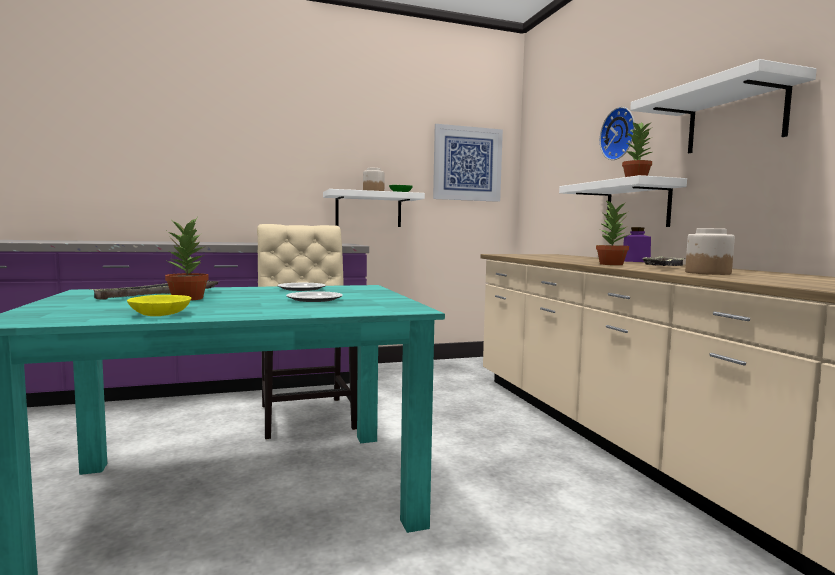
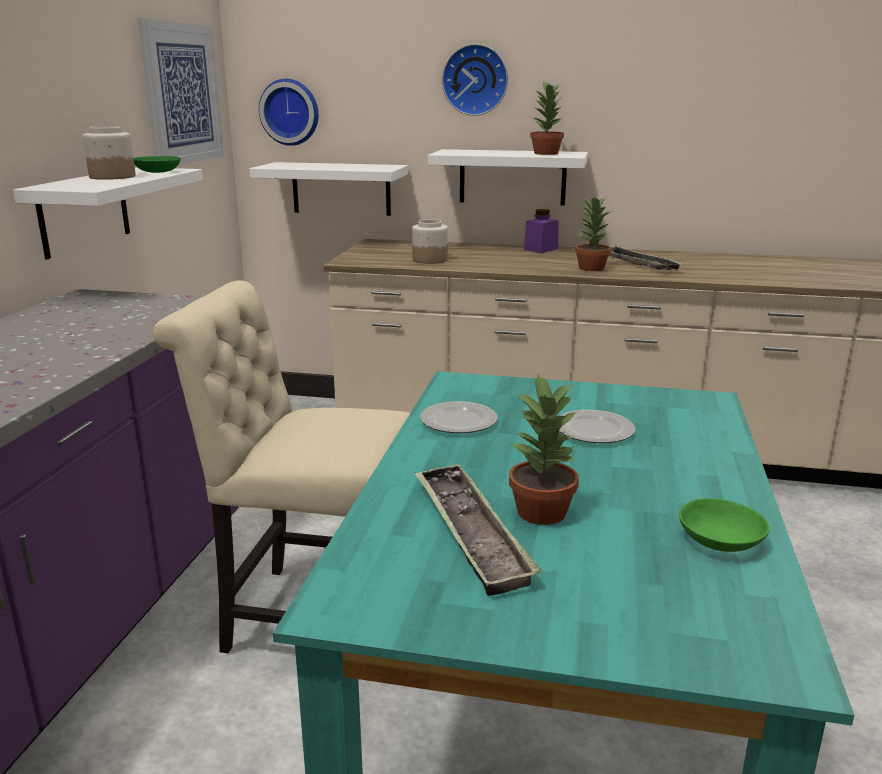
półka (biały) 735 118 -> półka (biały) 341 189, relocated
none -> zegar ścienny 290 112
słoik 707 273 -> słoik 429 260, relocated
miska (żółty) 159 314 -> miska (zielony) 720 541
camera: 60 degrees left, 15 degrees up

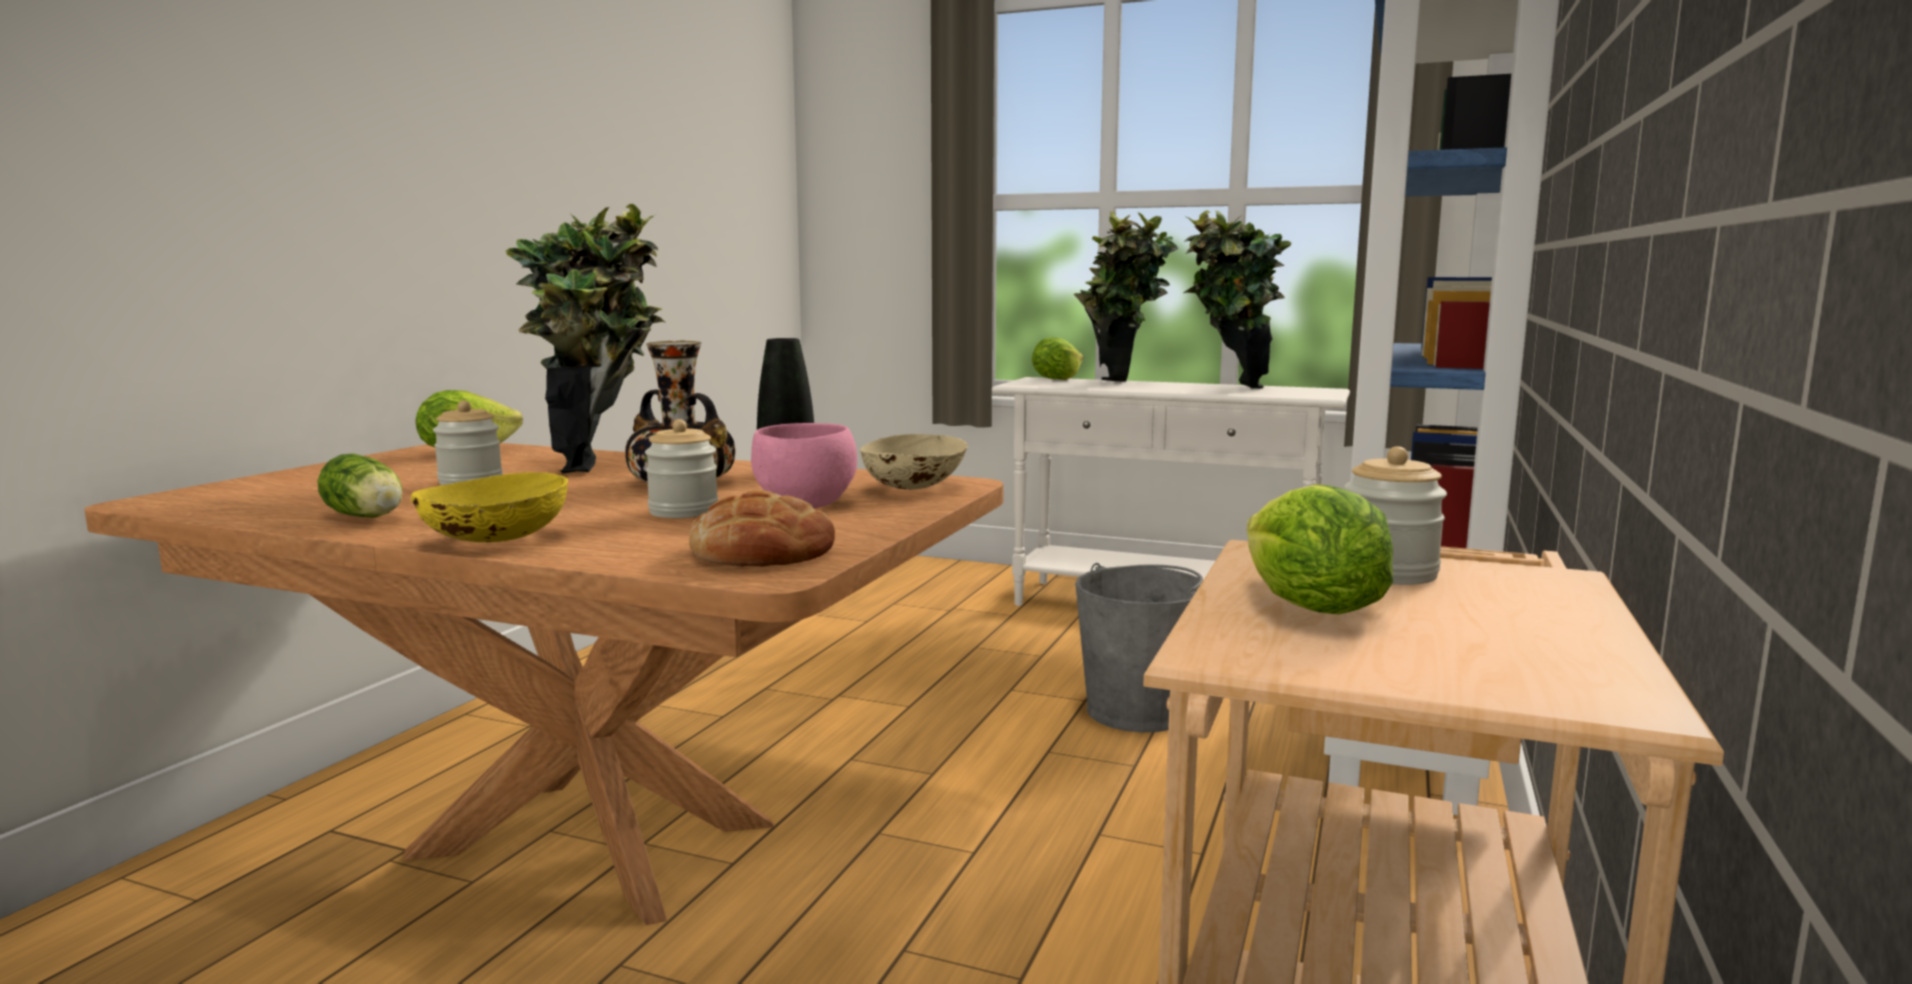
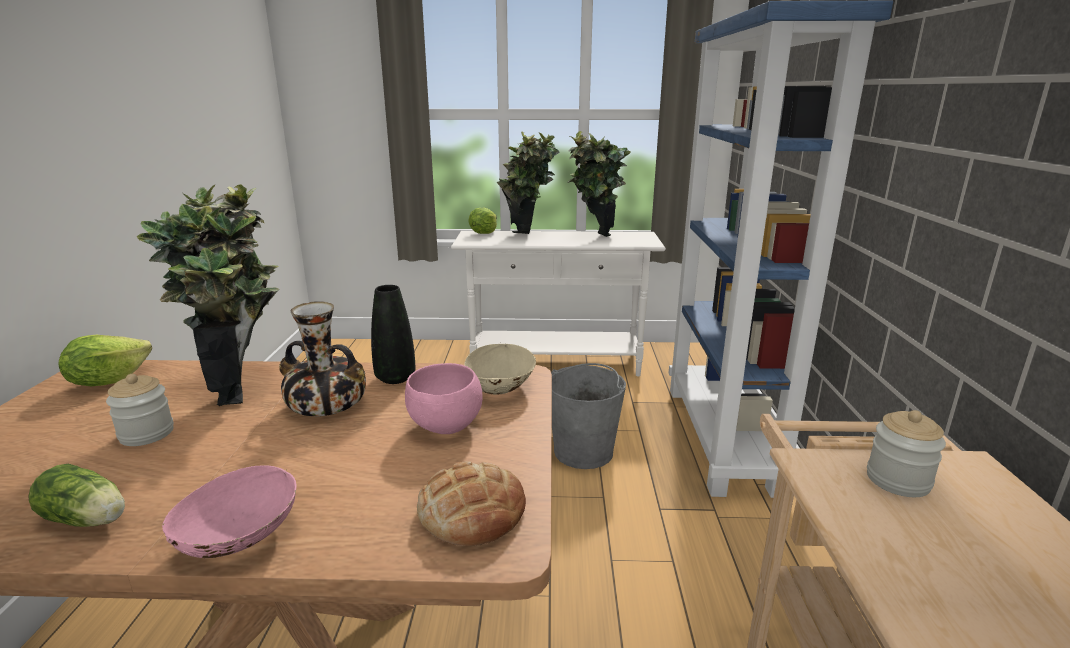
miska (żółty) 496 541 -> miska (różowy) 240 540
słoik 683 511 -> none
sałata 1308 608 -> none
camera: 20 degrees left, 10 degrees up

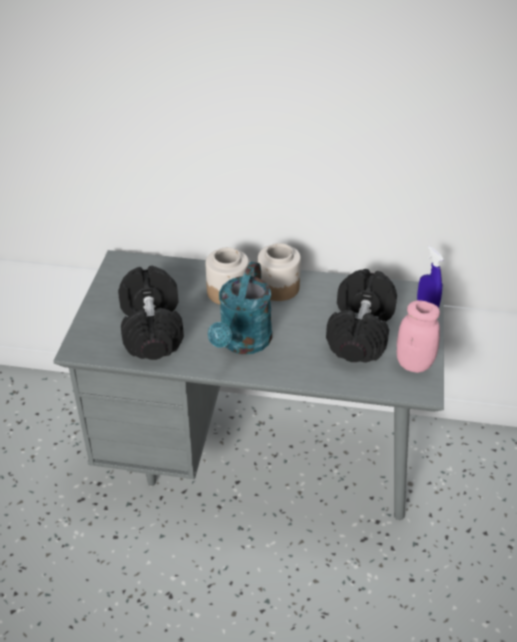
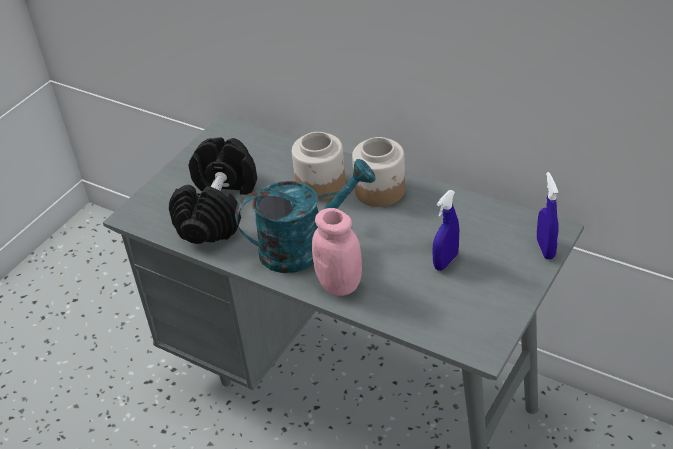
konewka (turkusowy) 243 343 -> konewka (turkusowy) 304 246, 150 degrees counterclockwise
słoik (różowy) 414 364 -> słoik (różowy) 339 284, relocated
hantel (czarny) 360 331 -> spryskiwacz (niebieski) 445 261
camera: 25 degrees right, 0 degrees up

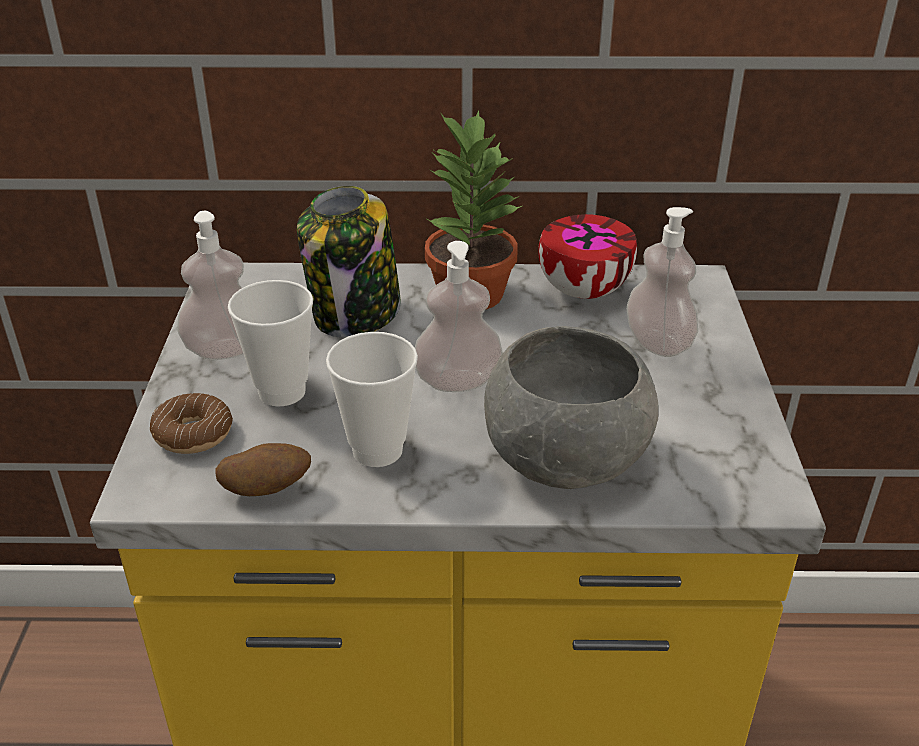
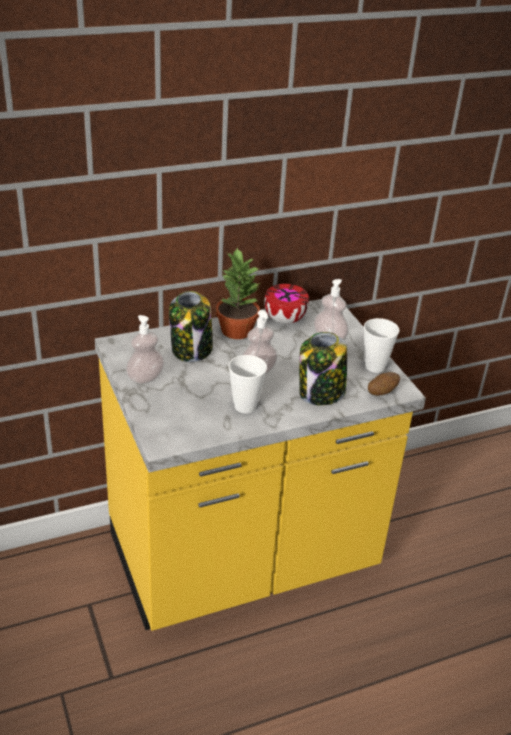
miska (szary) 565 459 -> słoik 321 393
filiżanka 282 392 -> filiżanka 375 366, relocated
ziemniak 267 490 -> ziemniak 381 392, relocated
donut 193 434 -> none
camera: 25 degrees left, 0 degrees up

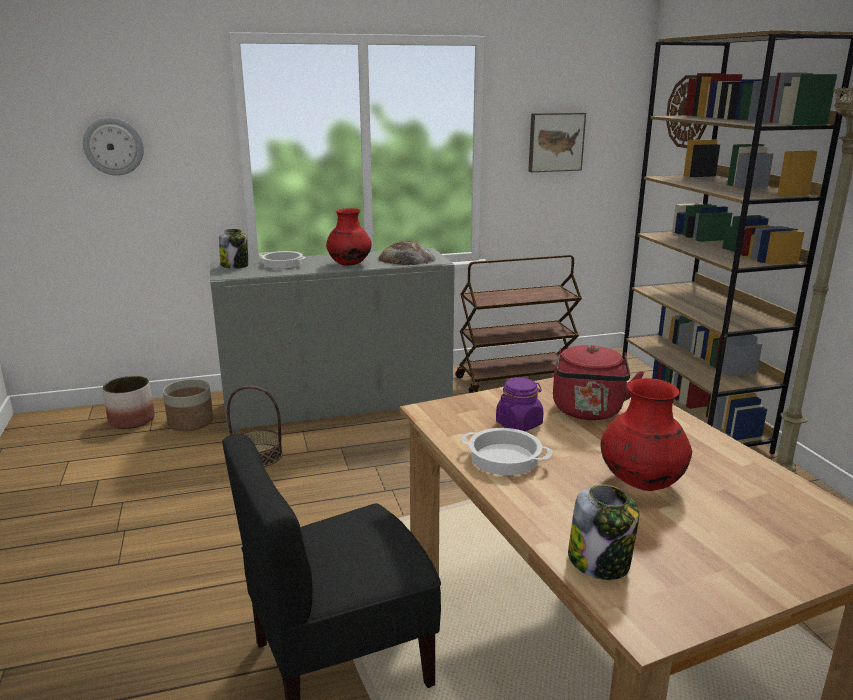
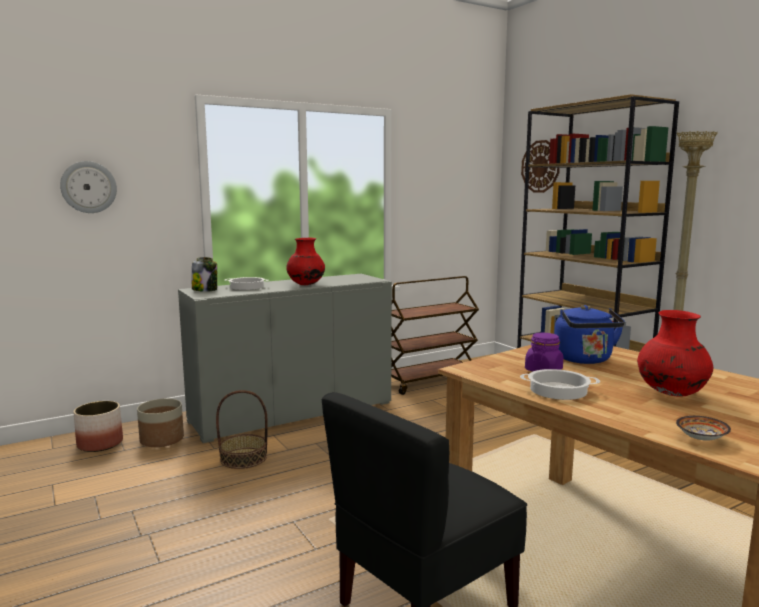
czajnik (czerwony) 588 412 -> czajnik (niebieski) 584 360
słoik 600 562 -> miska 701 439
chleb 406 259 -> none
obraz 555 142 -> none
camera: 15 degrees left, 10 degrees down

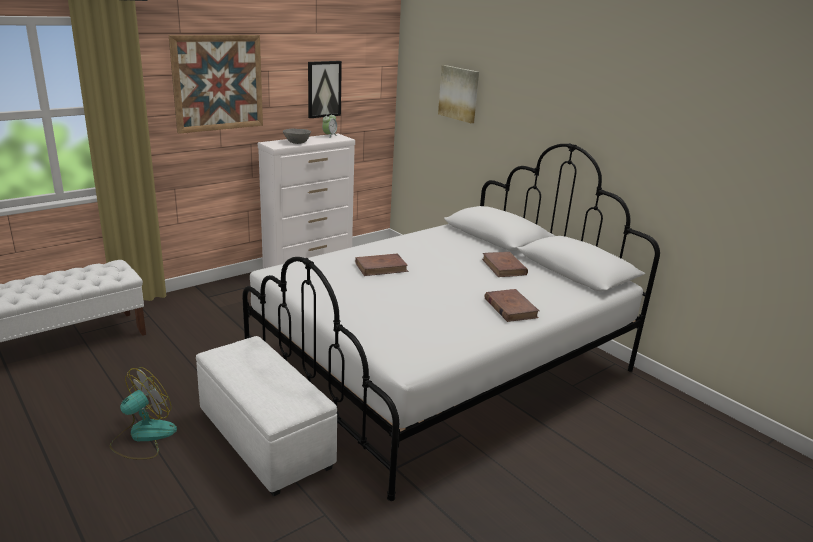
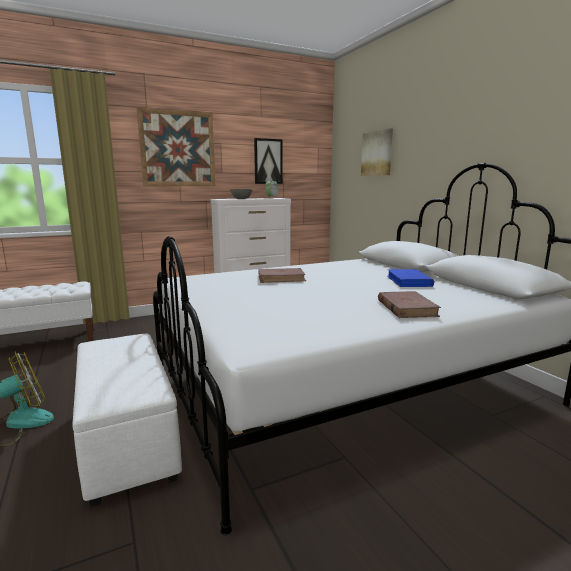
książka (brązowy) 504 267 -> książka (niebieski) 409 281
camera: 15 degrees right, 10 degrees down

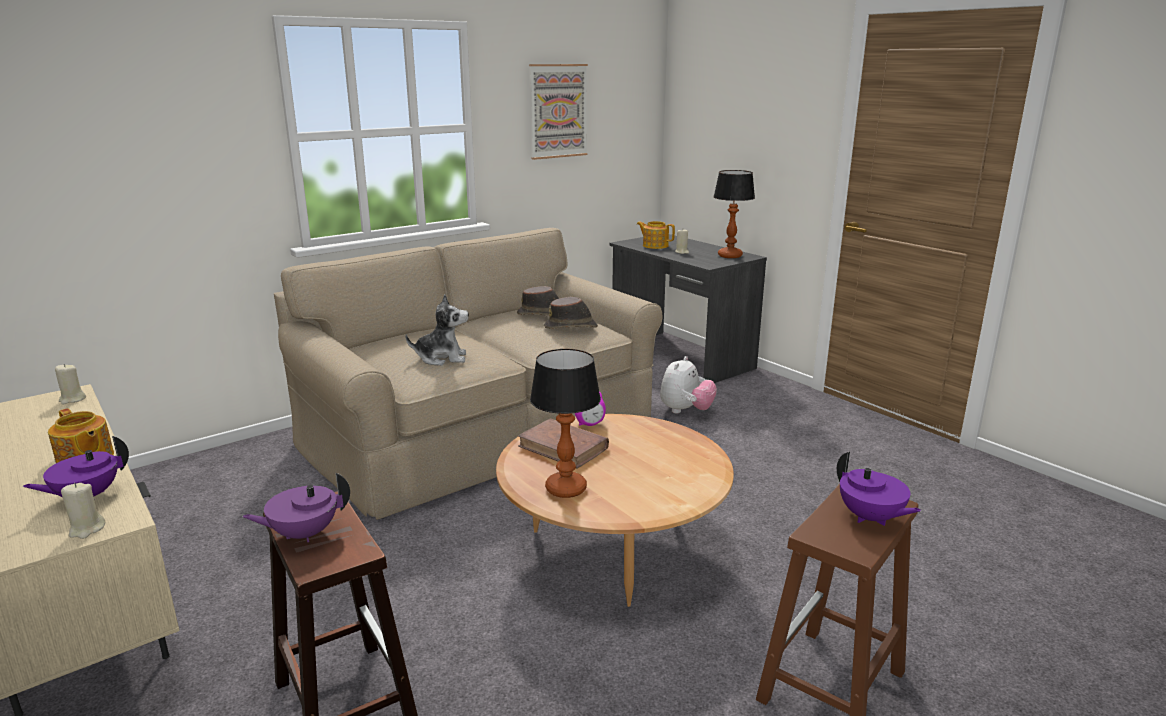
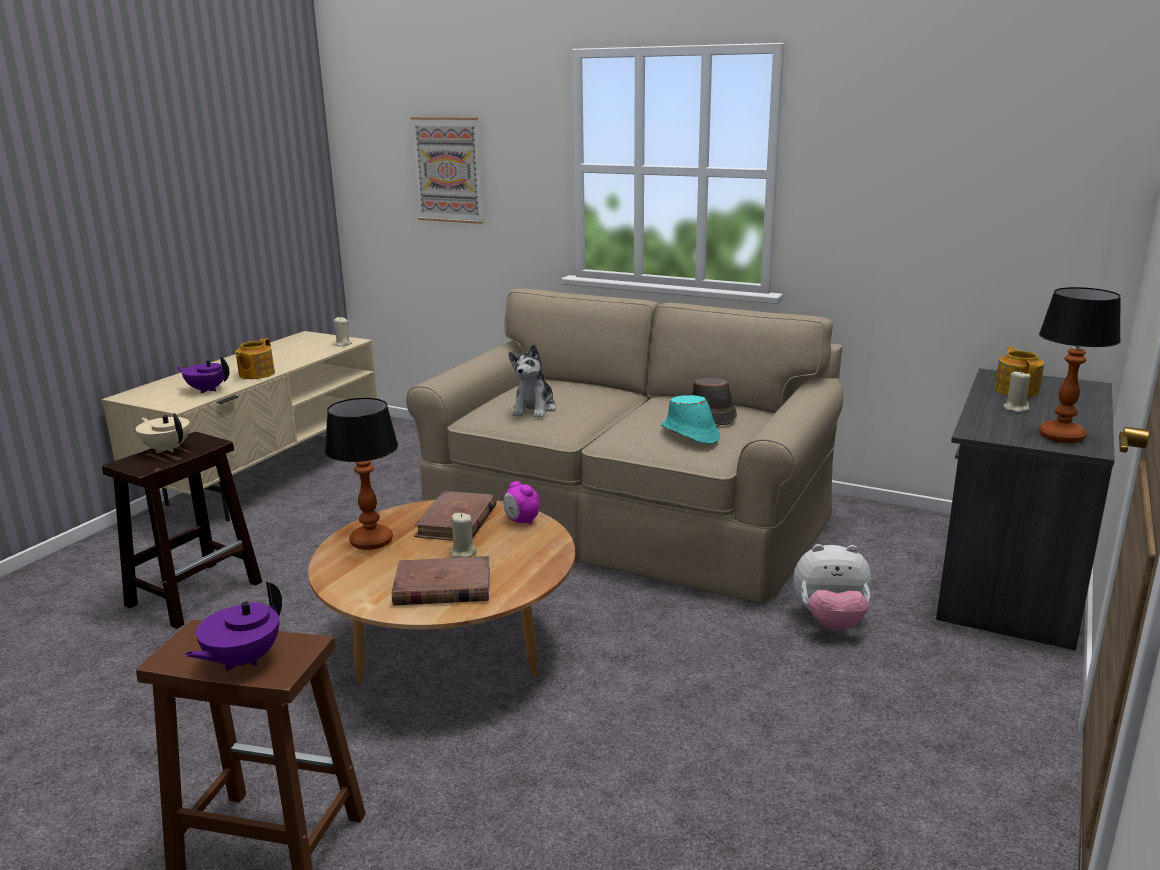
imbryk (fioletowy) 304 534 -> imbryk (beżowy) 167 449
none -> książka (brązowy) 442 587
obraz 558 111 -> obraz 448 170, relocated
świeca (beżowy) 86 529 -> świeca (beżowy) 463 552, relocated
pluszak 442 358 -> pluszak 534 409, 45 degrees clockwise
kapelusz (brązowy) 571 327 -> kapelusz (turkusowy) 690 434
camera: 65 degrees right, 0 degrees up

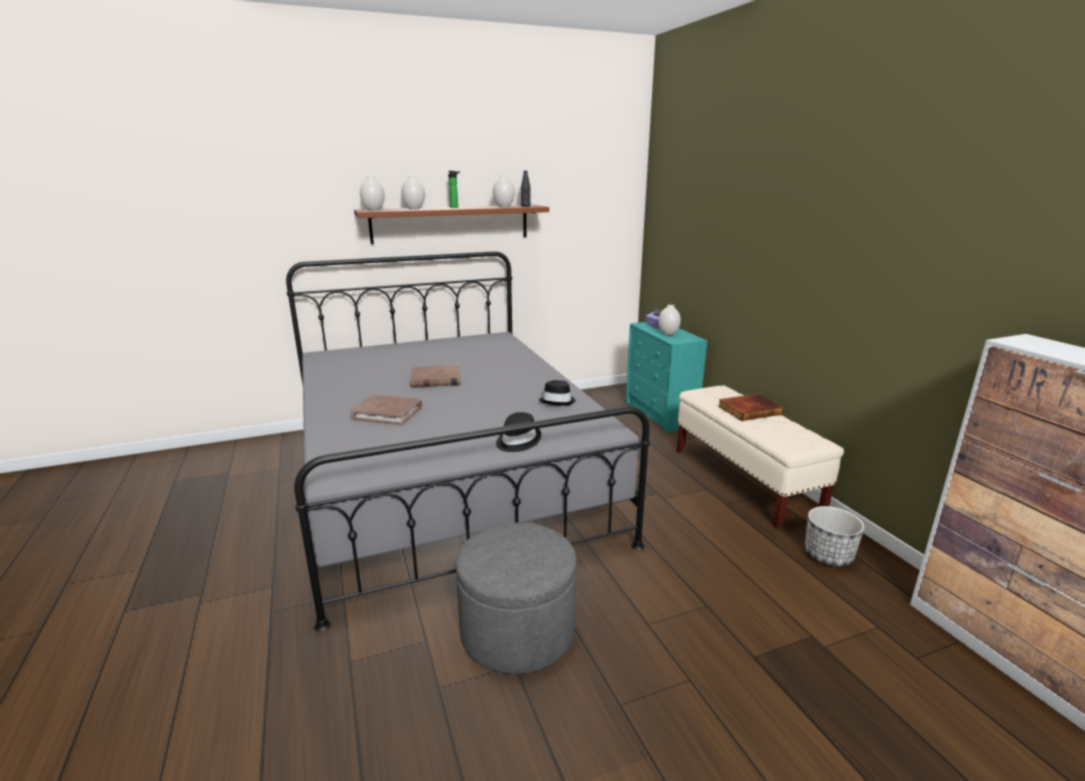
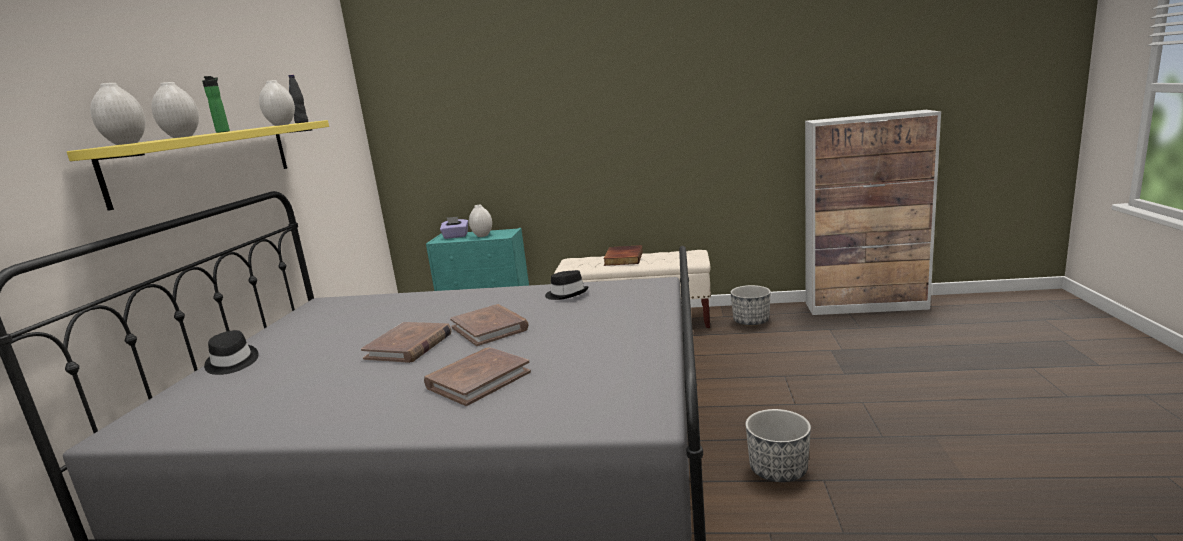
półka (brązowy) 451 223 -> półka (żółty) 206 160
kapelusz (czarny) 517 441 -> kapelusz (czarny) 231 363, relocated
none -> książka (brązowy) 490 328
pufa (szary) 517 631 -> donica 778 470
camera: 60 degrees left, 5 degrees down

